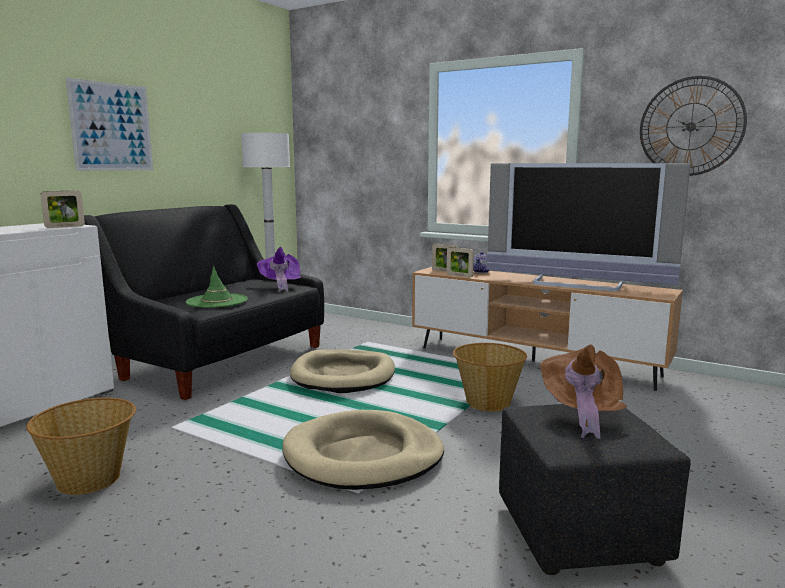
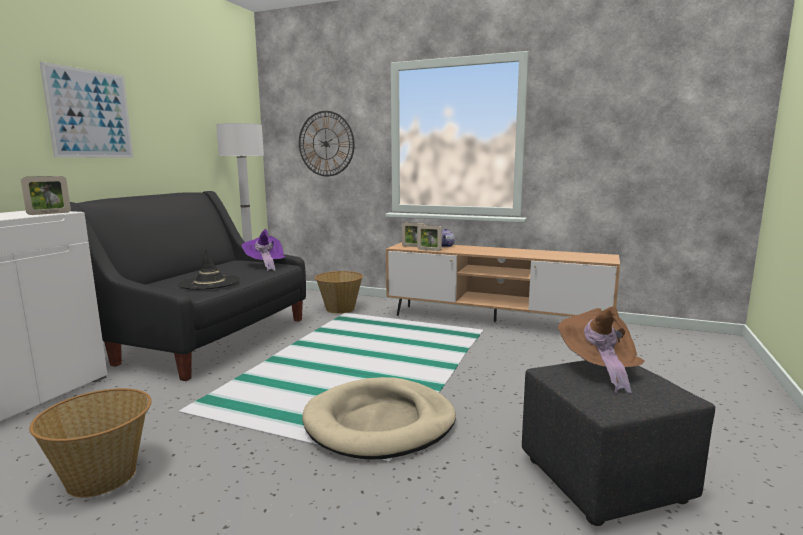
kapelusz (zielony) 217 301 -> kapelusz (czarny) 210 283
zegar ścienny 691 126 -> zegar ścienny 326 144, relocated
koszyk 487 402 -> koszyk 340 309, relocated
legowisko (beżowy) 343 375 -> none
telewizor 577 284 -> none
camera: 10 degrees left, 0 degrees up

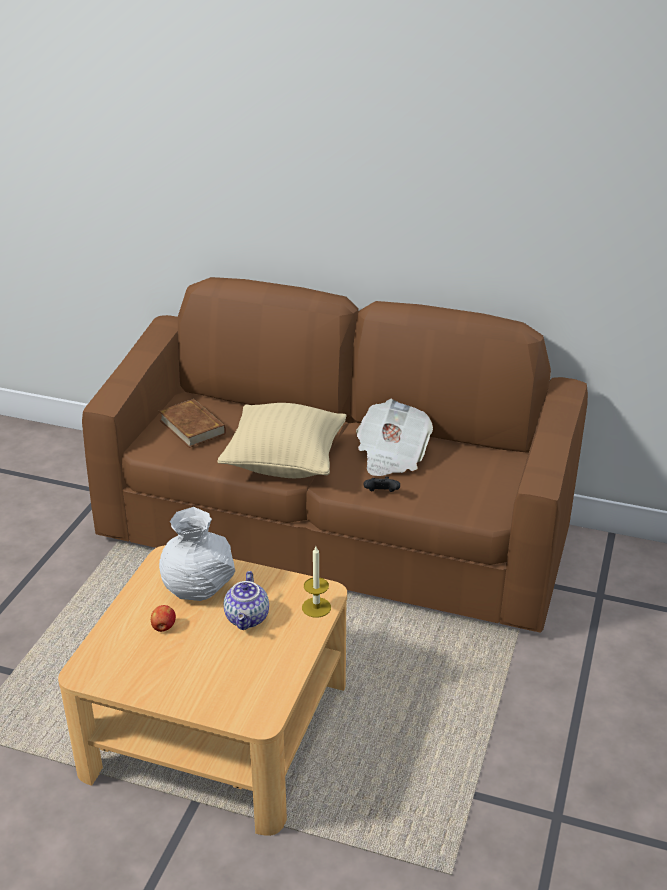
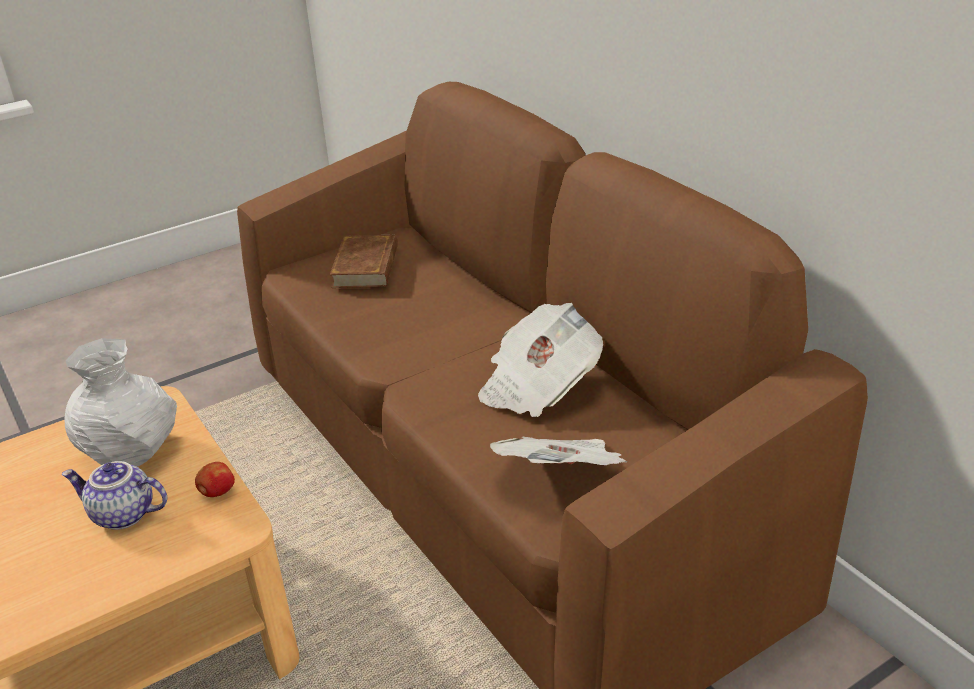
imbryk 248 618 -> imbryk 122 515, 60 degrees clockwise
jabłko 163 627 -> jabłko 217 492, relocated
none -> gazeta 562 478
poduszka (beżowy) 285 463 -> none
świeca 316 607 -> none
pad do gier (czarny) 381 494 -> none
camera: 40 degrees right, 0 degrees up

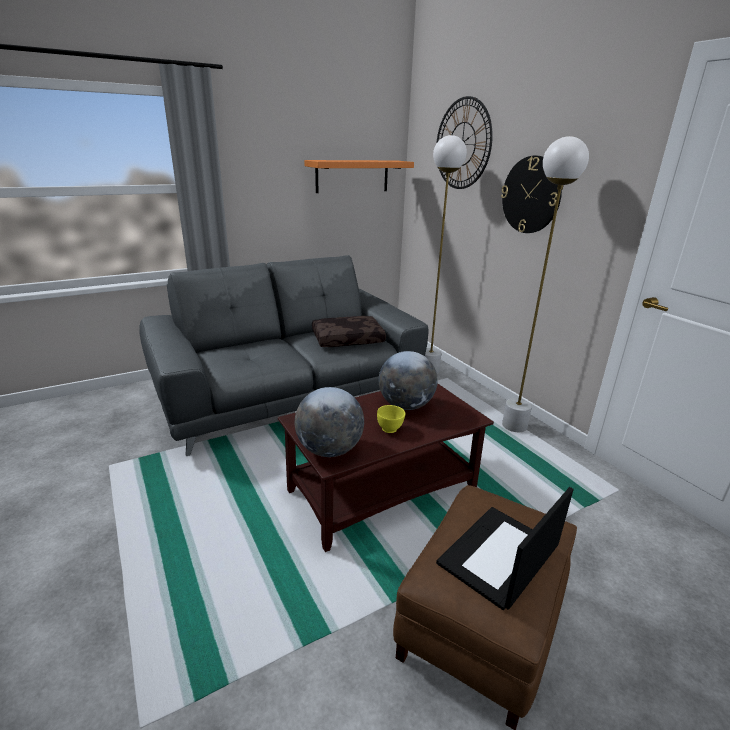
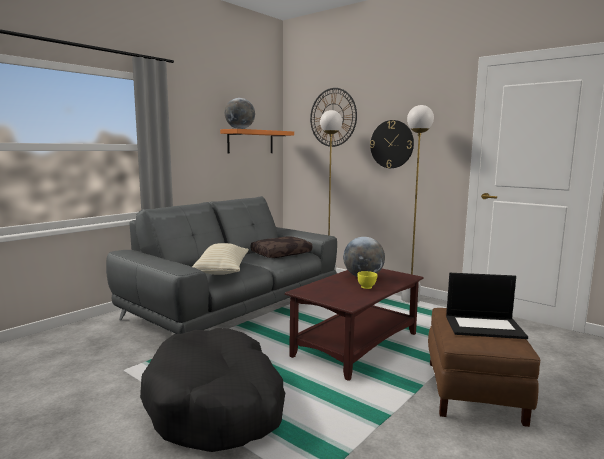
none -> legowisko (czarny) 216 404
none -> poduszka (beżowy) 222 271
globus 329 450 -> globus 240 129, relocated
laptop 499 557 -> laptop 484 326, 105 degrees counterclockwise
camera: 20 degrees left, 15 degrees down

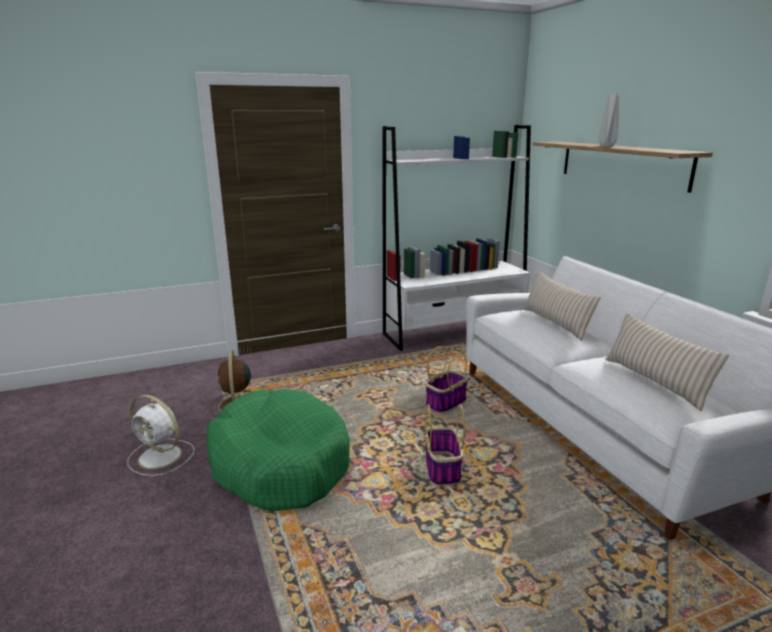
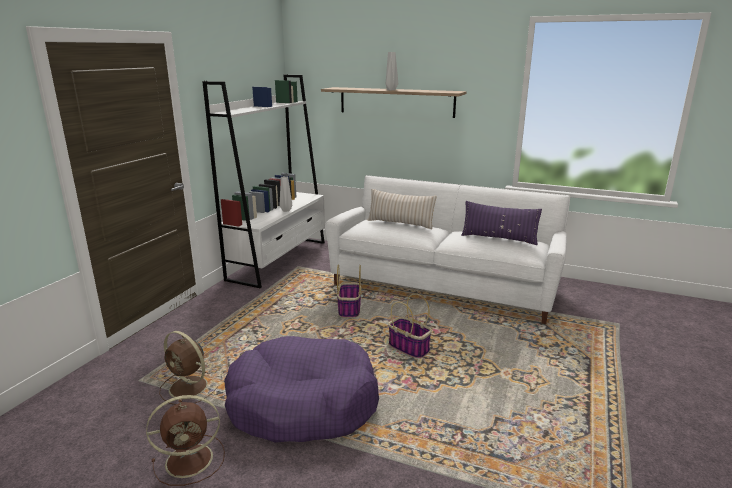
wentylator (biały) 161 457 -> wentylator (brązowy) 191 459
legowisko (zielony) 279 463 -> legowisko (fioletowy) 303 403
none -> wazon (szary) 286 210
poduszka (beżowy) 655 381 -> poduszka (fioletowy) 499 238
camera: 45 degrees left, 0 degrees up

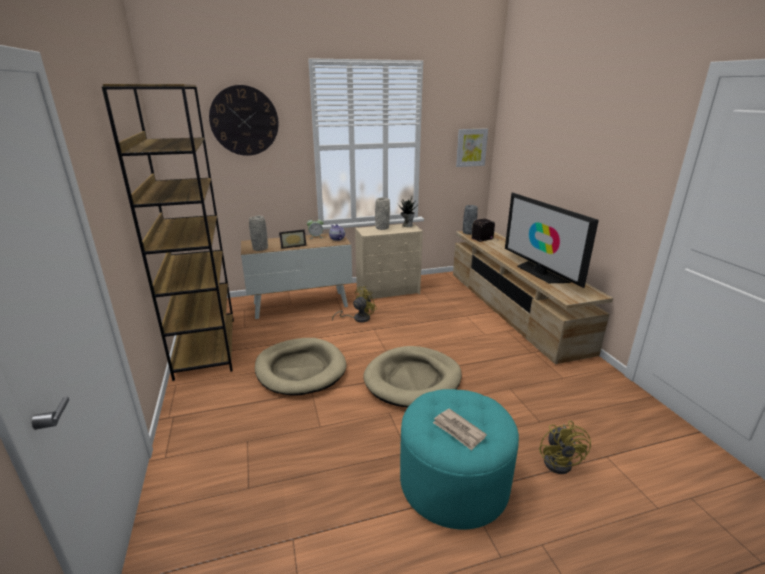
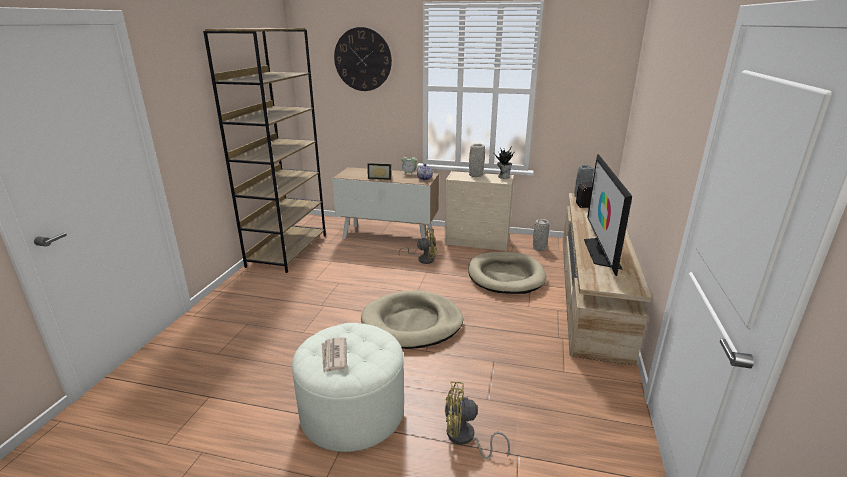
pufa (turkusowy) 453 483 -> pufa (biały) 352 412
wentylator (żółty) 560 461 -> wentylator (żółty) 465 438, 60 degrees clockwise
legowisko (beżowy) 300 369 -> legowisko (beżowy) 505 276, relocated
wazon (szary) 260 248 -> wazon (szary) 539 248, relocated
obraz 471 147 -> none
camera: 30 degrees right, 0 degrees up

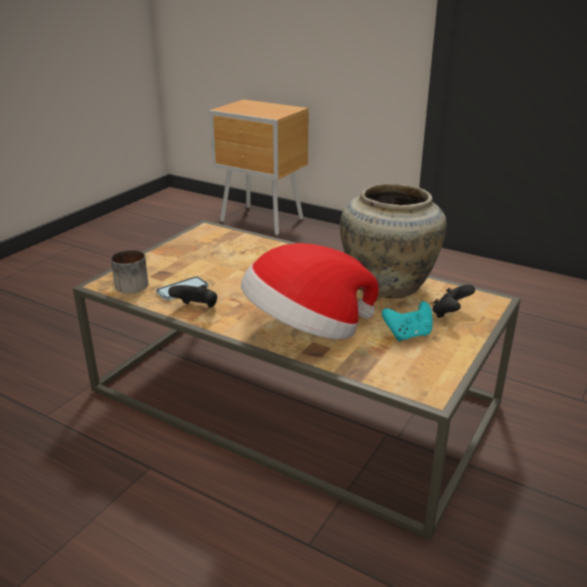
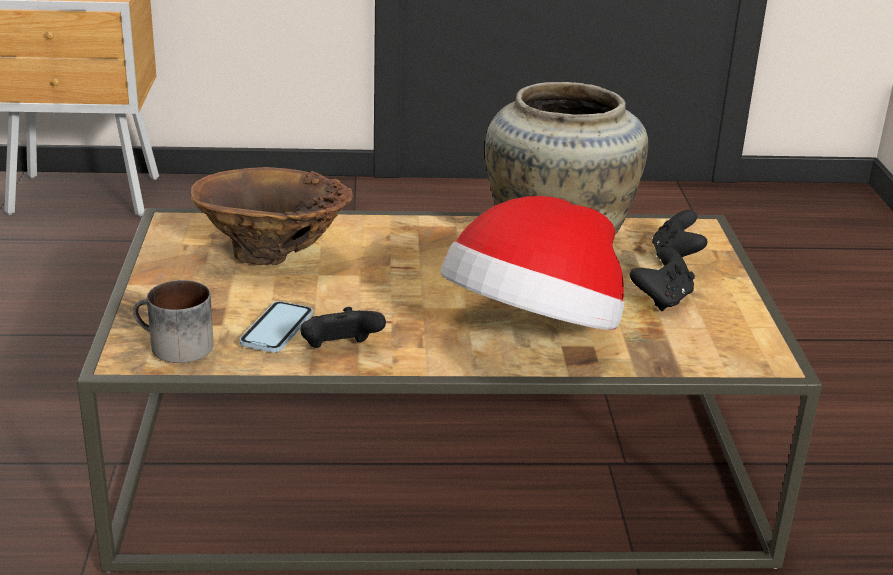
none -> wazon (brązowy) 273 259
pad do gier (turkusowy) 408 335 -> pad do gier (czarny) 662 299
camera: 35 degrees left, 0 degrees up

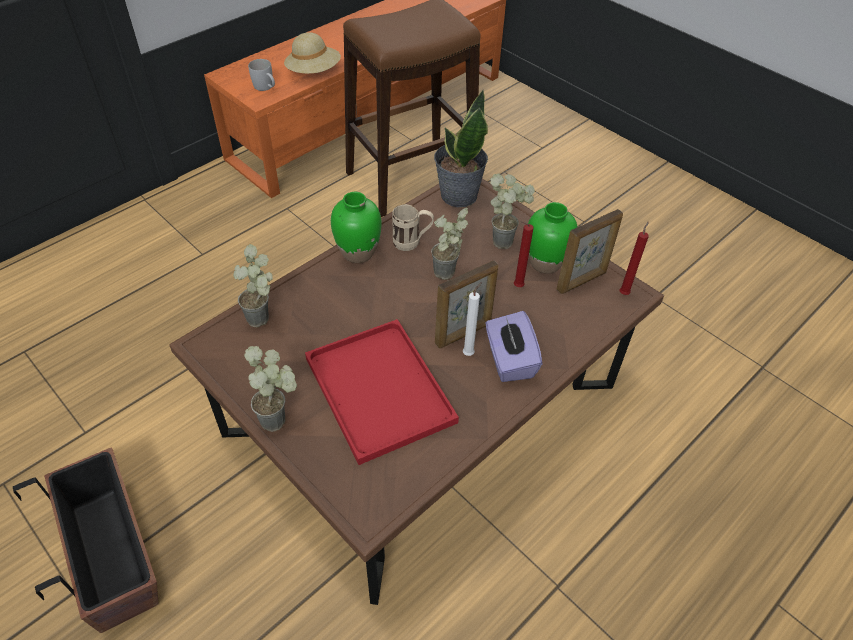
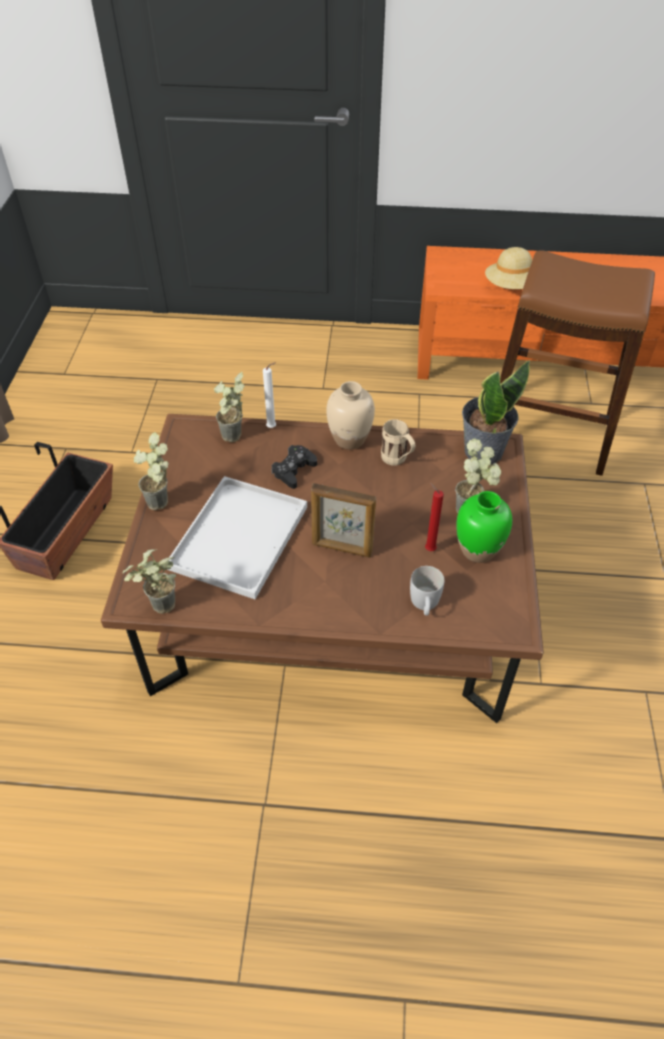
roślina doniczkowa 446 277 -> roślina doniczkowa 159 610, relocated
taca (czerwony) 376 388 -> taca (biały) 239 535
świeca (biały) 469 353 -> świeca (biały) 273 427, relocated
none -> pad do gier (czarny) 294 470
wazon (zielony) 358 252 -> wazon (beżowy) 350 439
kubek (biały) 265 88 -> kubek (biały) 424 604, relocated
pudełko chusteczek (fioletowy) 509 360 -> none
ramka na zdjęcie 582 281 -> none
świeca (czerwony) 624 293 -> none
camera: 50 degrees right, 0 degrees up

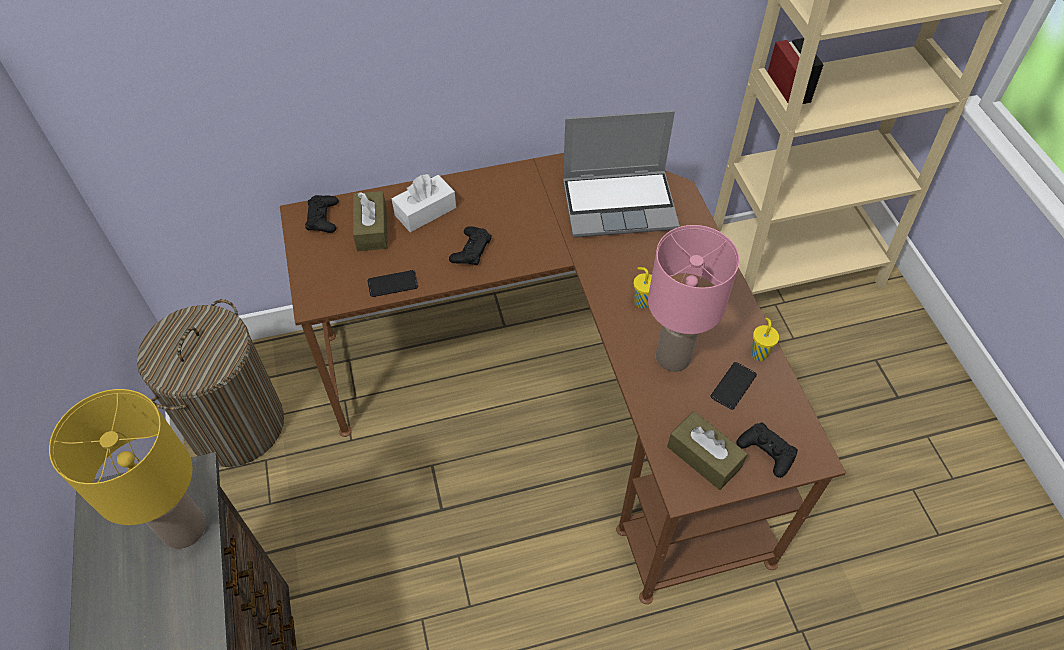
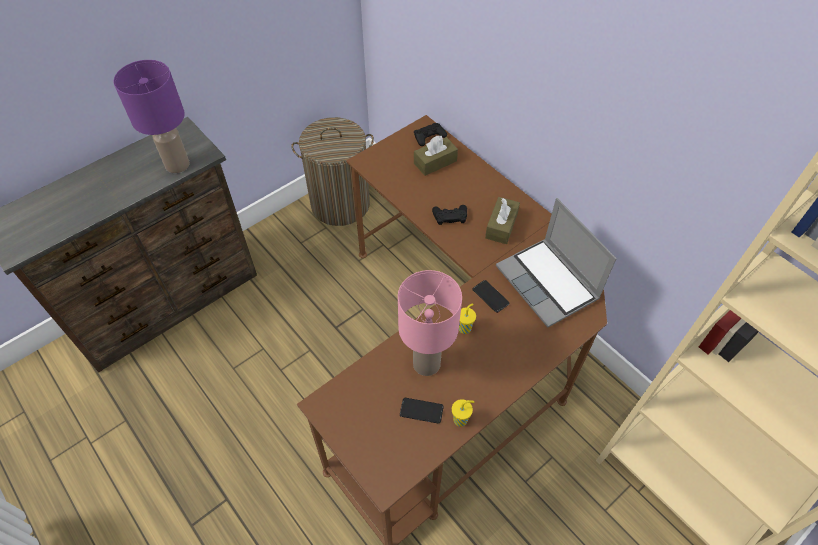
lampa stołowa (żółty) 184 529 -> lampa stołowa (fioletowy) 177 165
telefon 393 284 -> telefon 490 296, relocated
pudełko chusteczek (brązowy) 704 457 -> pudełko chusteczek (brązowy) 501 226, relocated
pudełko chusteczek (biały) 425 211 -> none
pad do gier (czarny) 766 451 -> none
camera: 65 degrees right, 0 degrees up

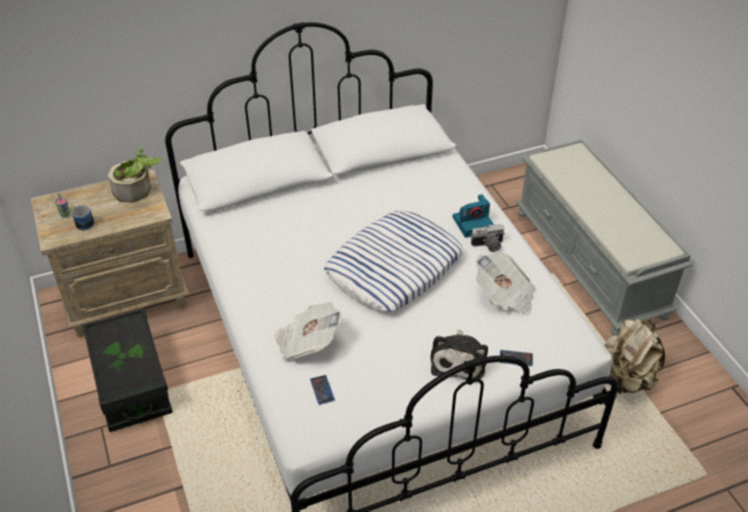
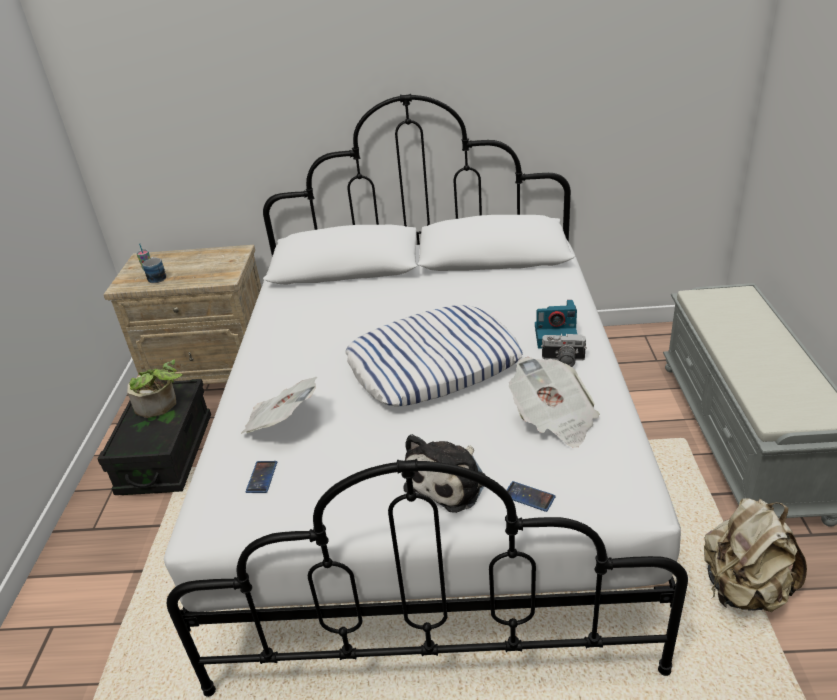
roślina doniczkowa 137 190 -> roślina doniczkowa 161 405, relocated
camera: 25 degrees right, 10 degrees down

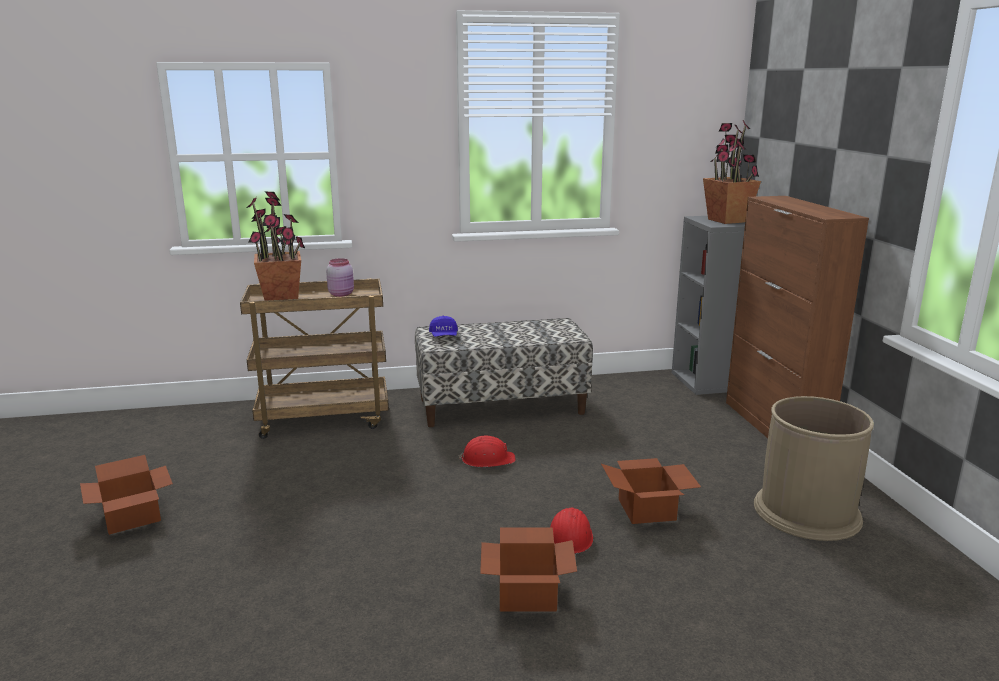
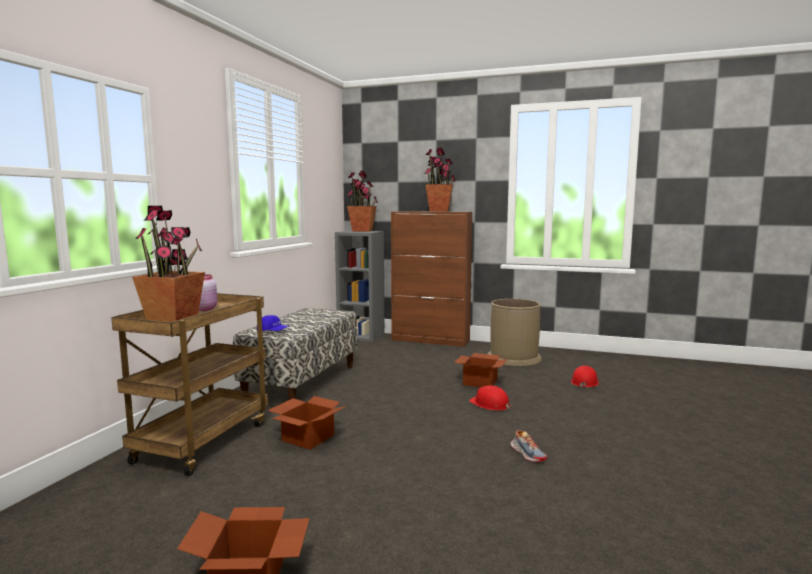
karton 528 592 -> karton 307 437, relocated
none -> roślina doniczkowa 439 211
none -> but 527 454
kask (czerwony) 487 459 -> kask (czerwony) 584 382, relocated
camera: 60 degrees left, 10 degrees down

